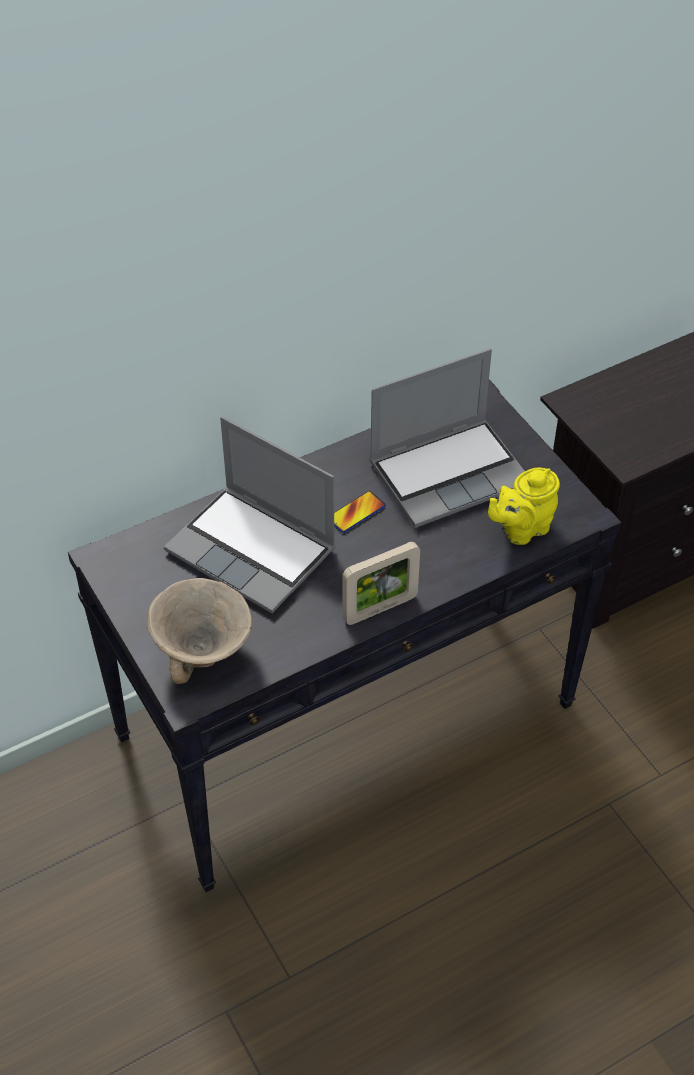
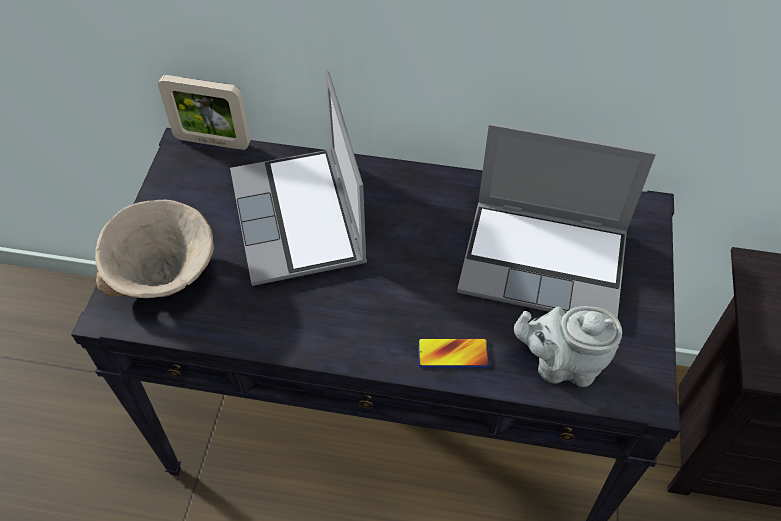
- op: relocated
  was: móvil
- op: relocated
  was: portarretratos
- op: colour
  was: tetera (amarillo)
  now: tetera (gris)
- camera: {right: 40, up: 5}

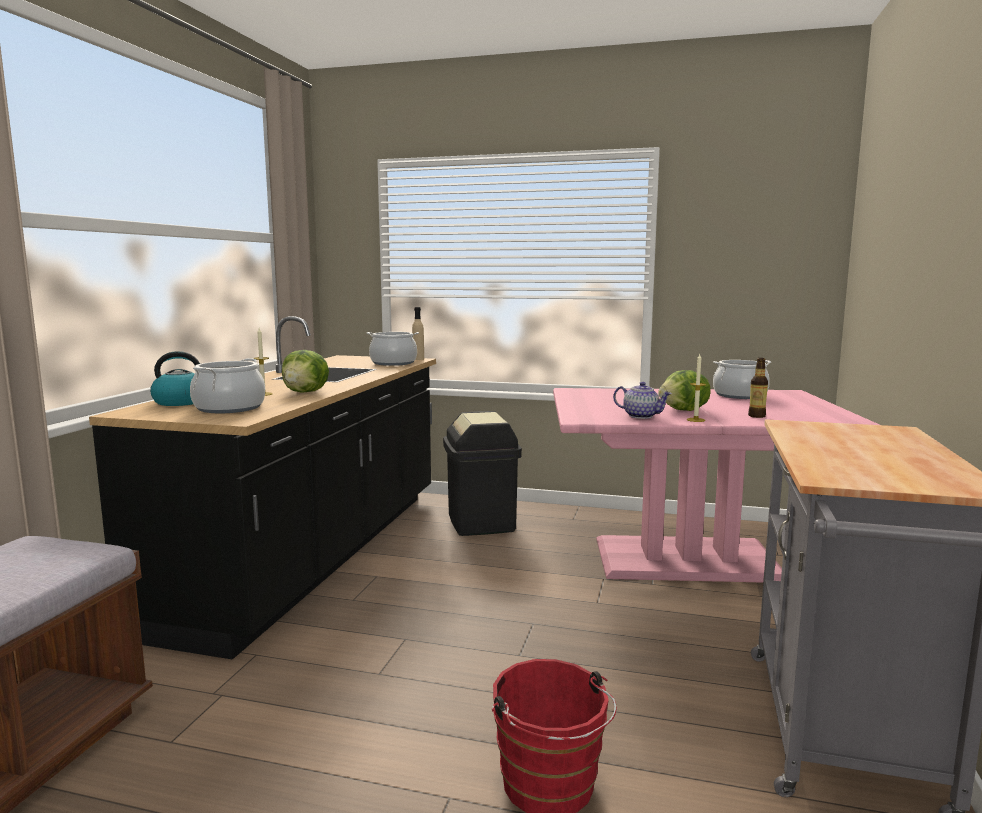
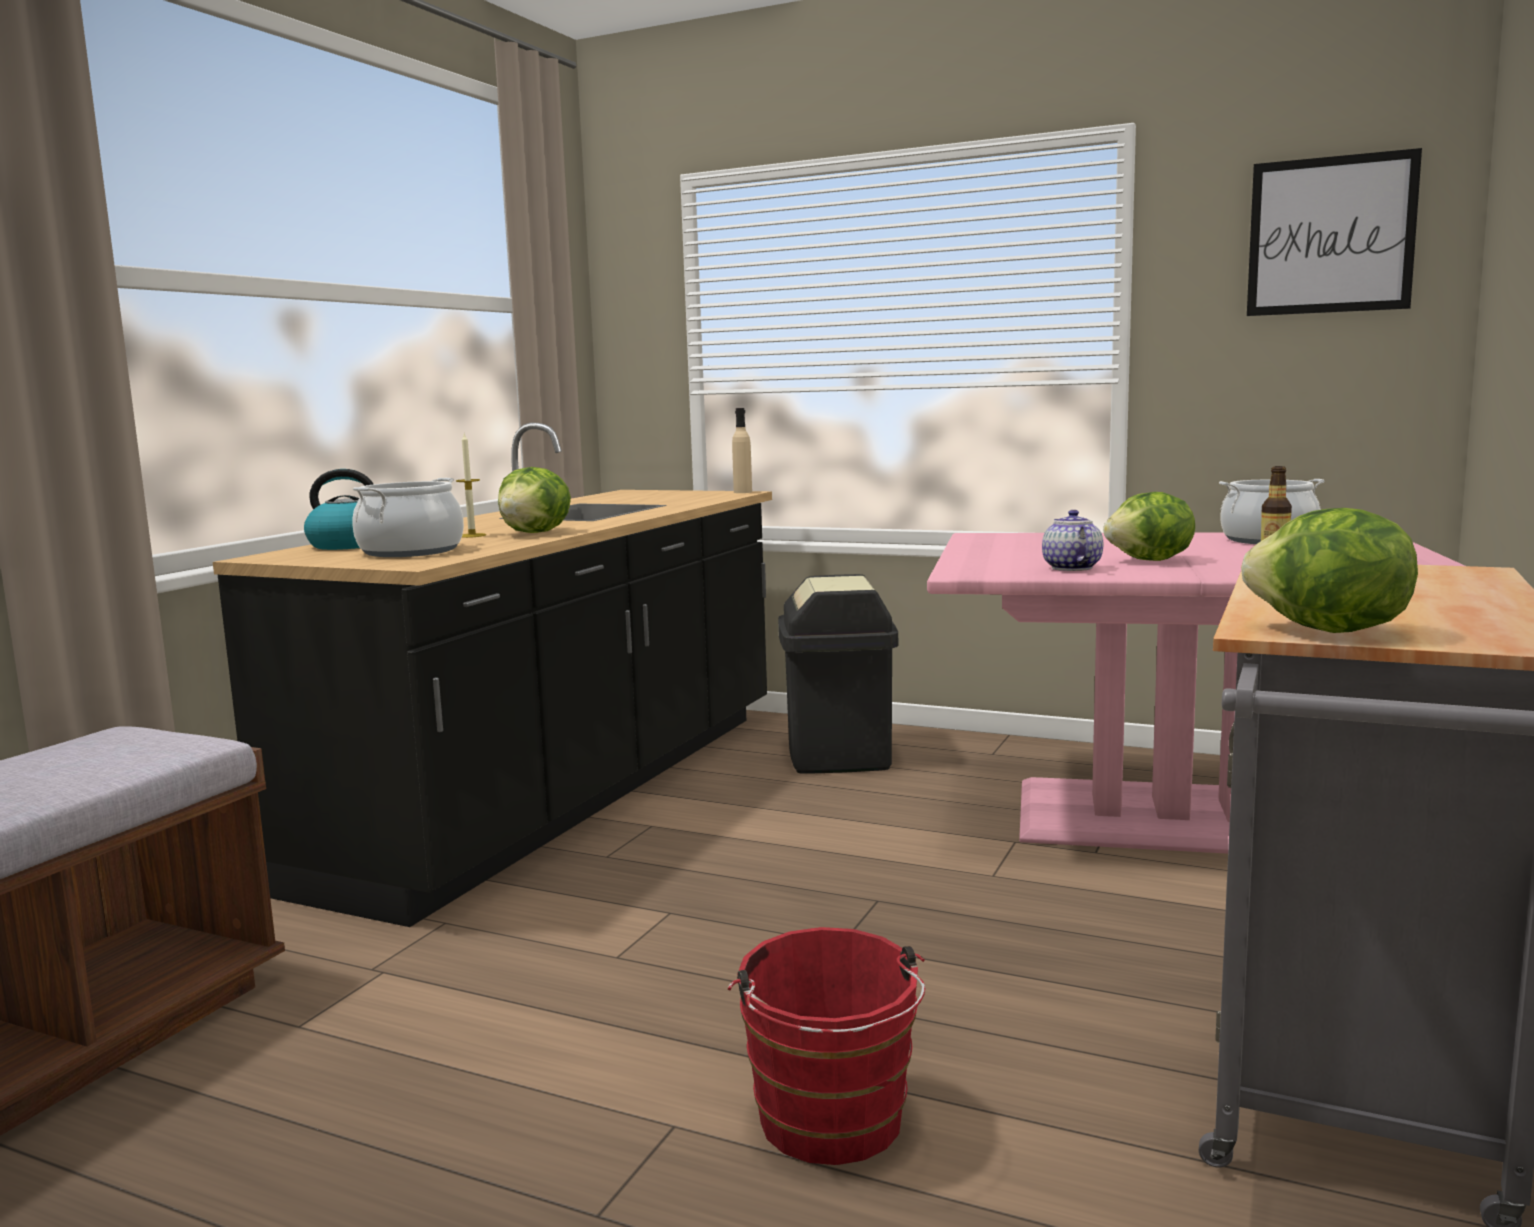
- op: missing
  was: olla (no. 2 from left)
- op: missing
  was: vela (no. 2 from left)
- op: appeared
  now: lechuga (no. 3 from left)
- op: appeared
  now: cuadro
- op: spun
  was: tetera
  clockwise: -135
- camera: {right: 10, up: 0}

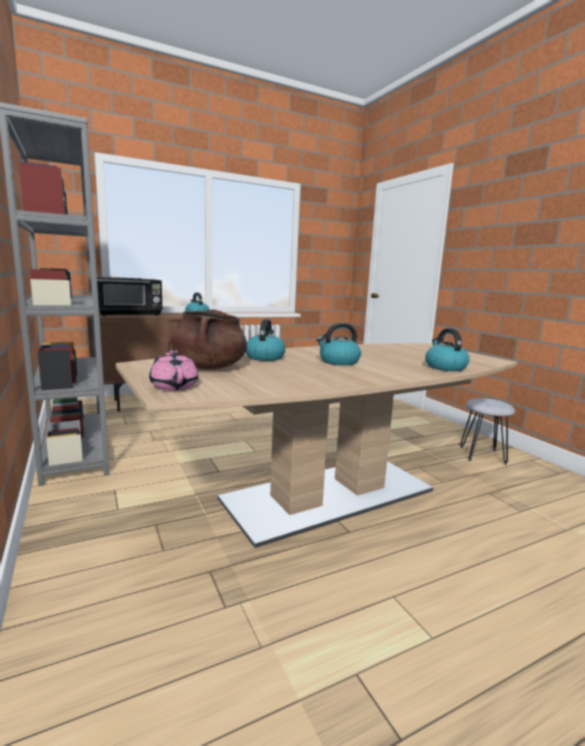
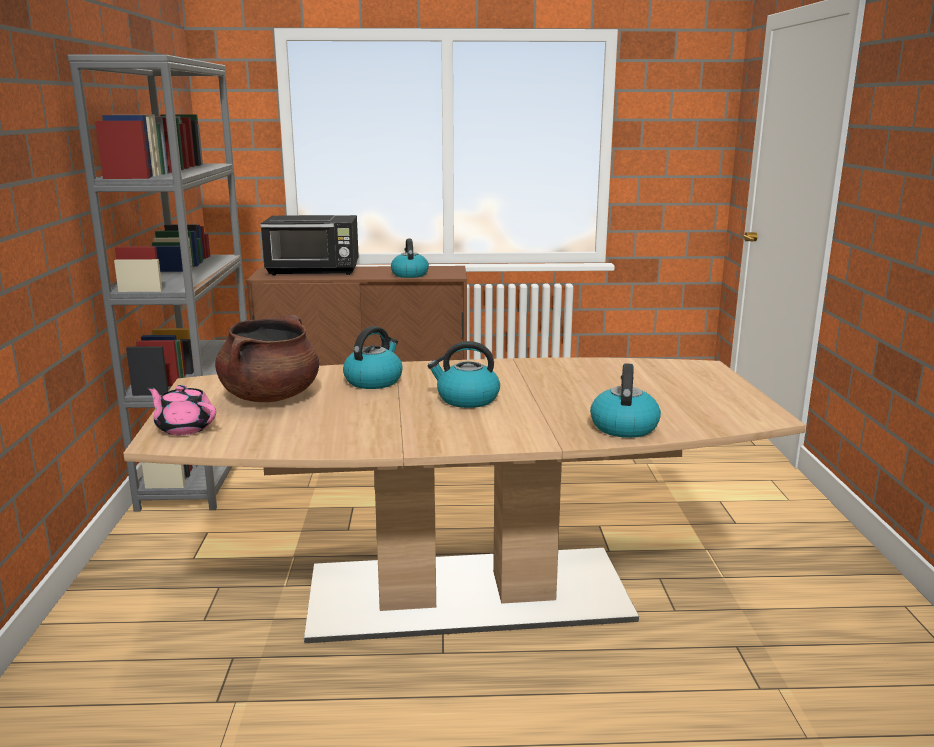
- op: missing
  was: taburete (gris)
- op: spun
  was: tetera (rosa)
  clockwise: -60
- camera: {right: 25, up: 5}

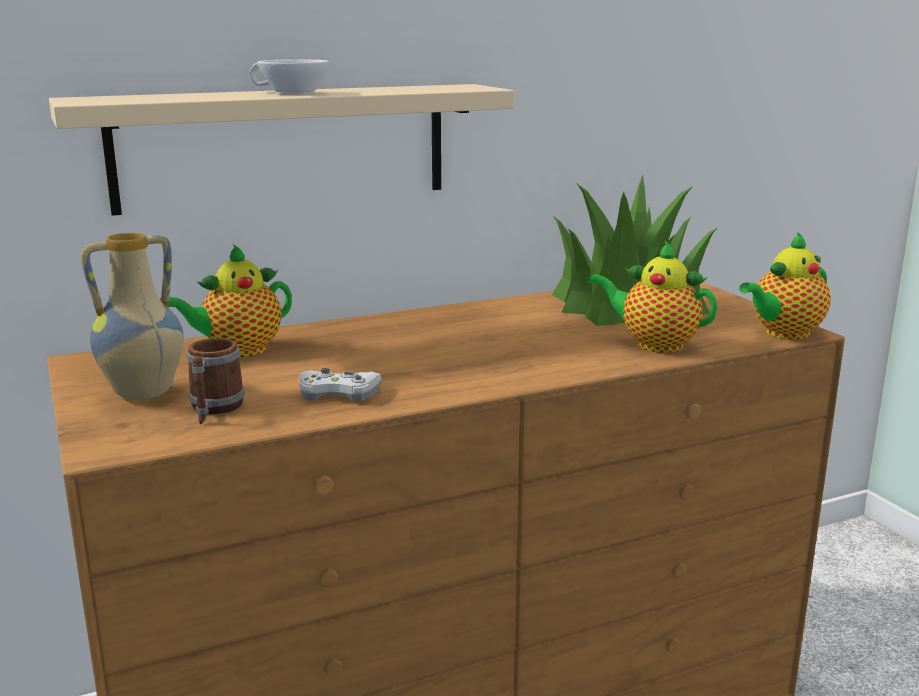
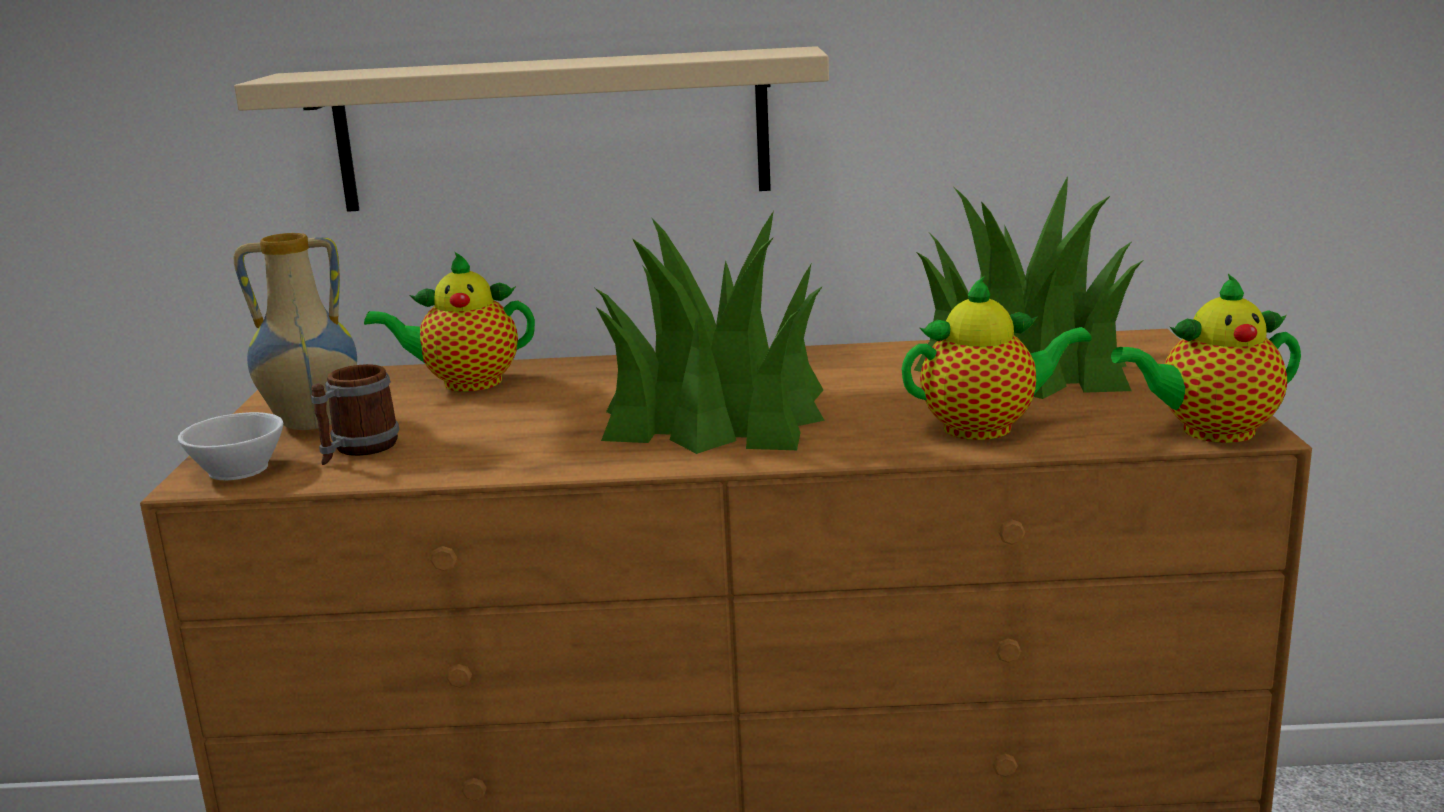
- op: missing
  was: mando de consola (blanco)
- op: appeared
  now: planta en maceta (no. 1 from left)
- op: relocated
  was: taza (blanco)
- op: spun
  was: tetera (no. 2 from left)
  clockwise: 120
- camera: {right: 25, up: 0}

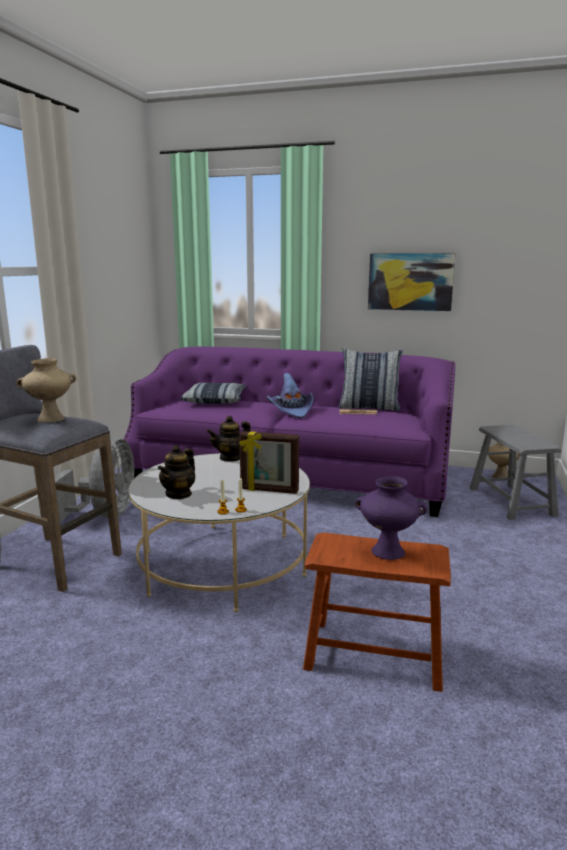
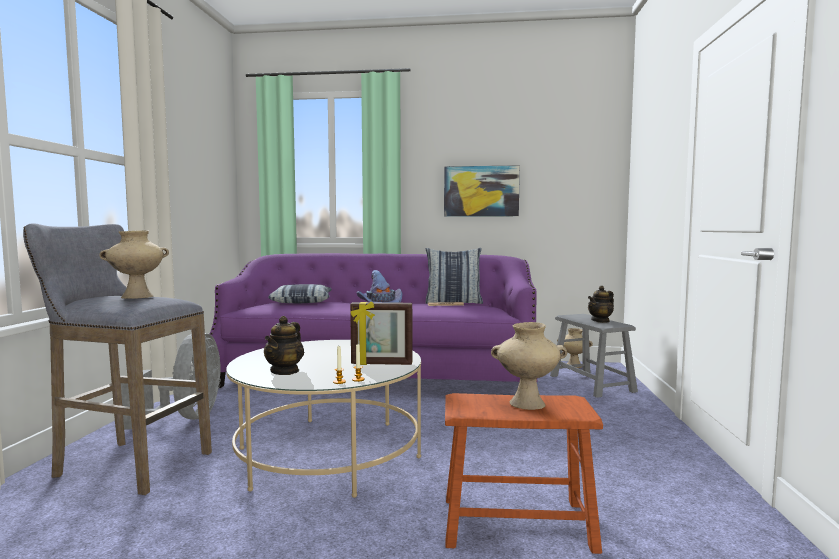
- op: relocated
  was: tetera (no. 2 from left)
- op: colour
  was: florero (morado)
  now: florero (beis) (no. 2 from left)
- camera: {right: -10, up: -10}

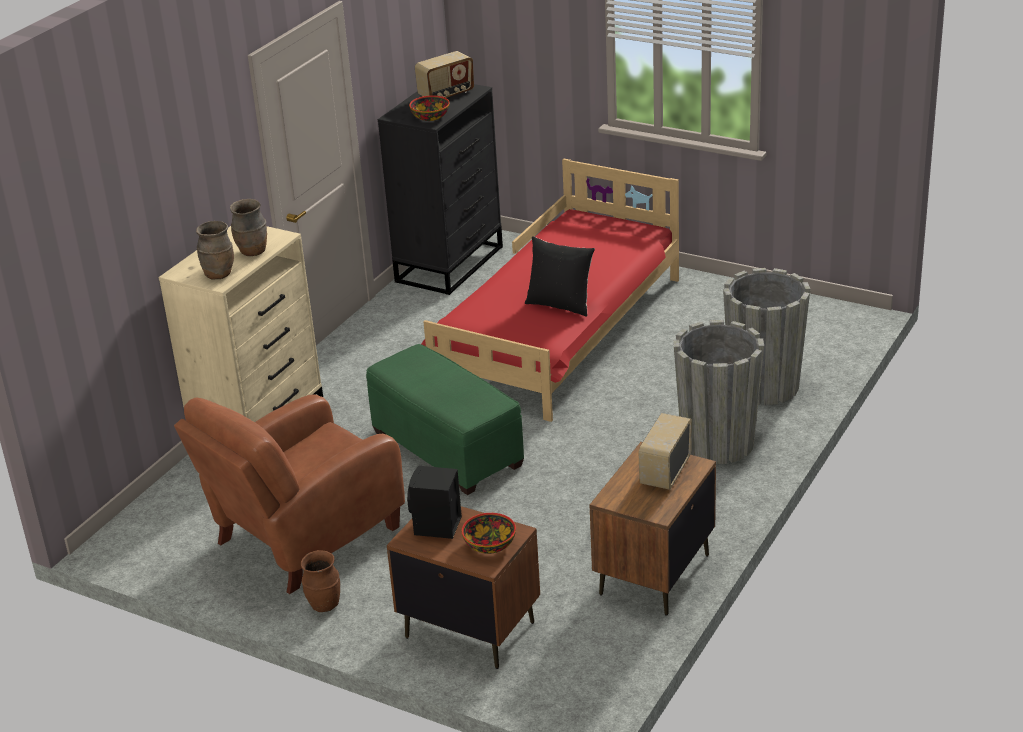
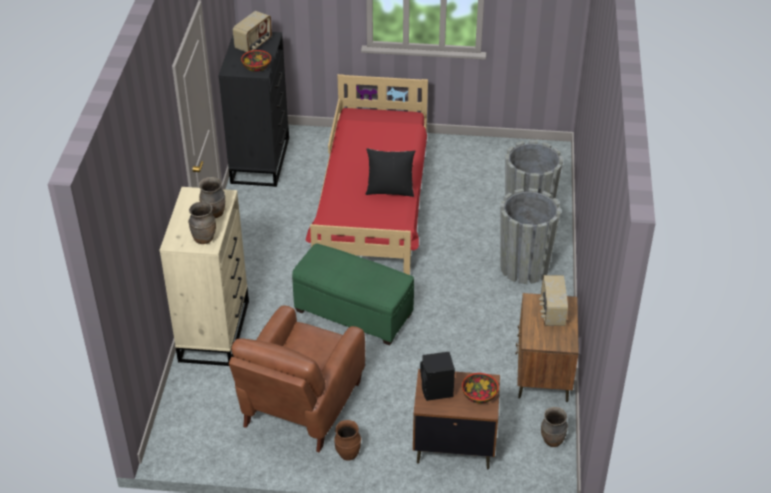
- op: appeared
  now: florero (marrón) (no. 4 from left)
- camera: {right: -25, up: 10}

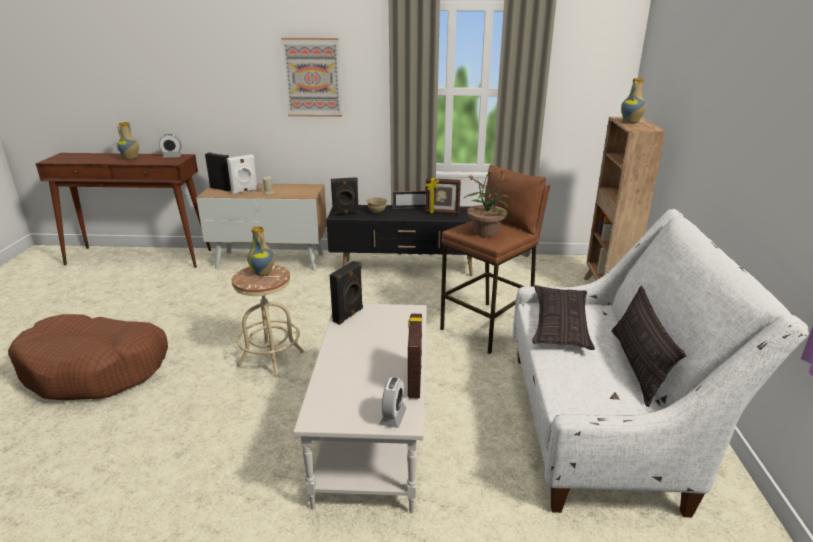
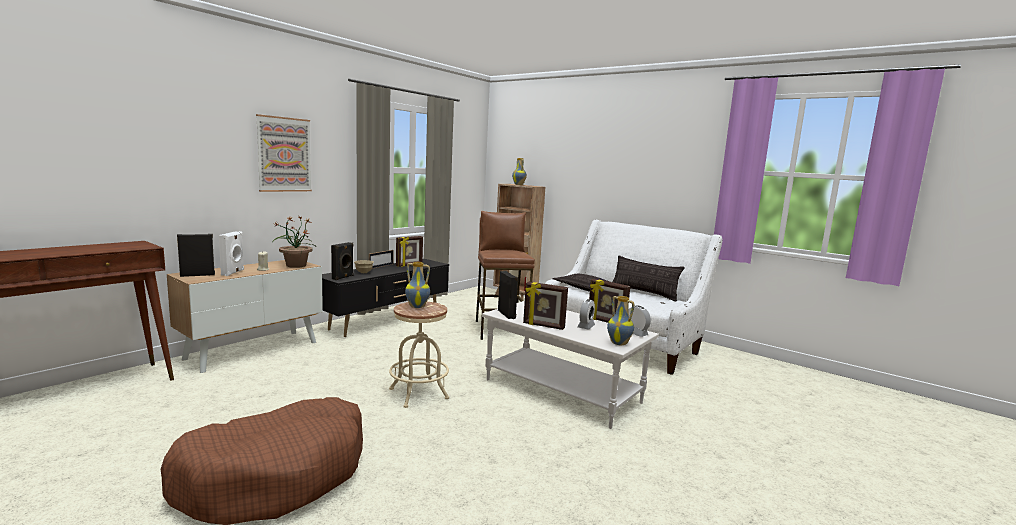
- op: appeared
  now: portarretratos (no. 3 from left)
- op: relocated
  was: florero (no. 1 from left in the first image)
  now: florero (no. 3 from left)
- op: relocated
  was: despertador (no. 1 from left)
- op: relocated
  was: planta en maceta
- camera: {right: -55, up: -15}

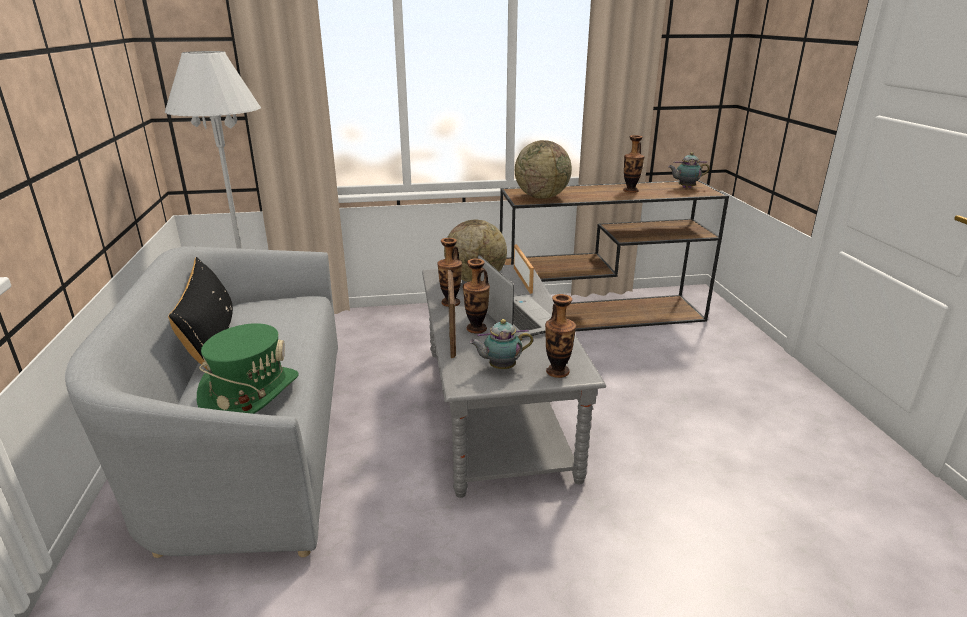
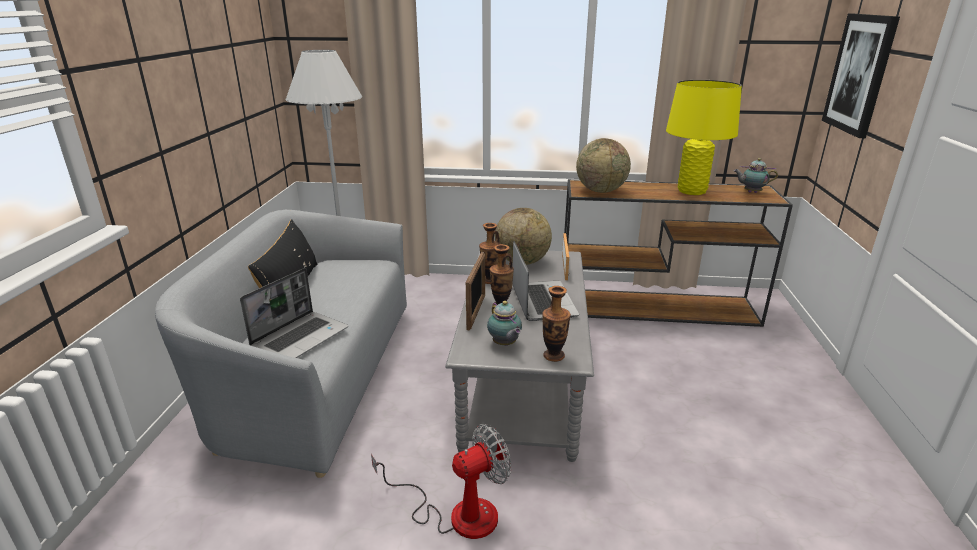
- op: appeared
  now: ventilador
- op: appeared
  now: cuadro
- op: exchanged
  was: sombrero (verde)
  now: portátil (no. 1 from left)
- op: exchanged
  was: florero (no. 4 from left)
  now: lámpara de mesa (amarillo)
- op: spun
  was: tetera (no. 1 from left)
  clockwise: -120
- camera: {right: 15, up: 0}

